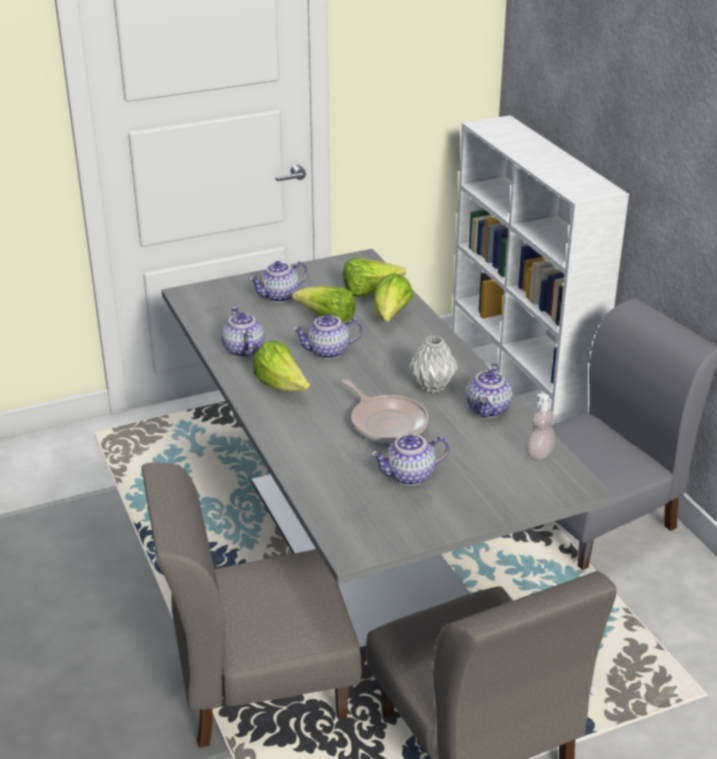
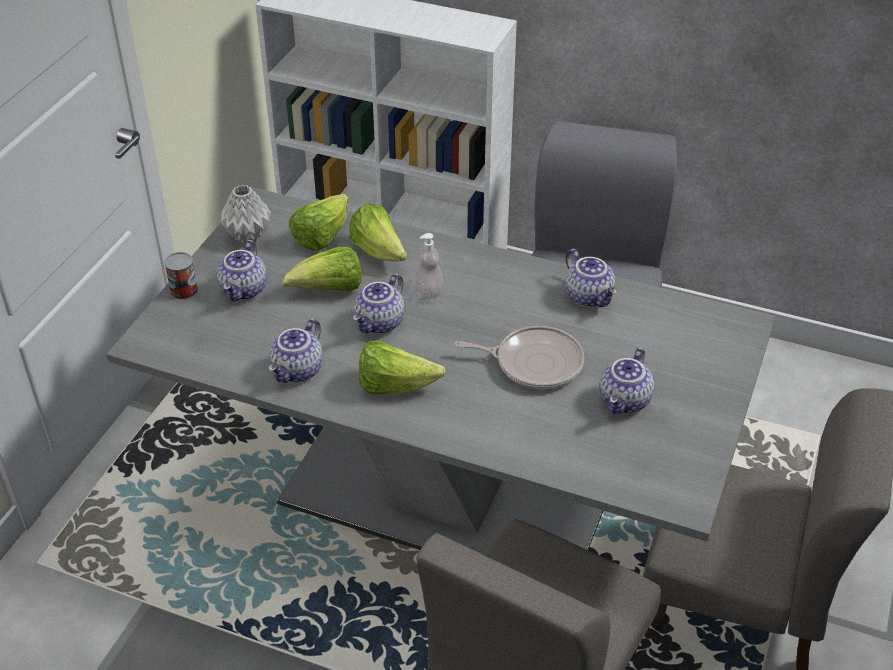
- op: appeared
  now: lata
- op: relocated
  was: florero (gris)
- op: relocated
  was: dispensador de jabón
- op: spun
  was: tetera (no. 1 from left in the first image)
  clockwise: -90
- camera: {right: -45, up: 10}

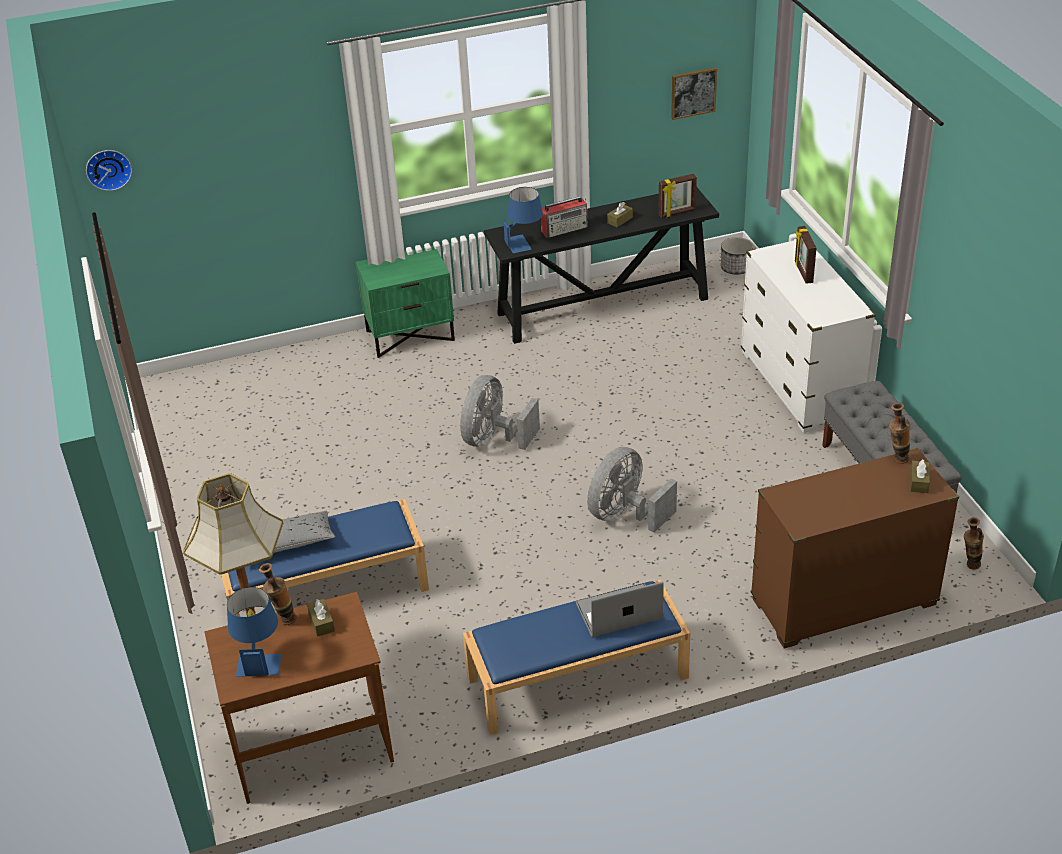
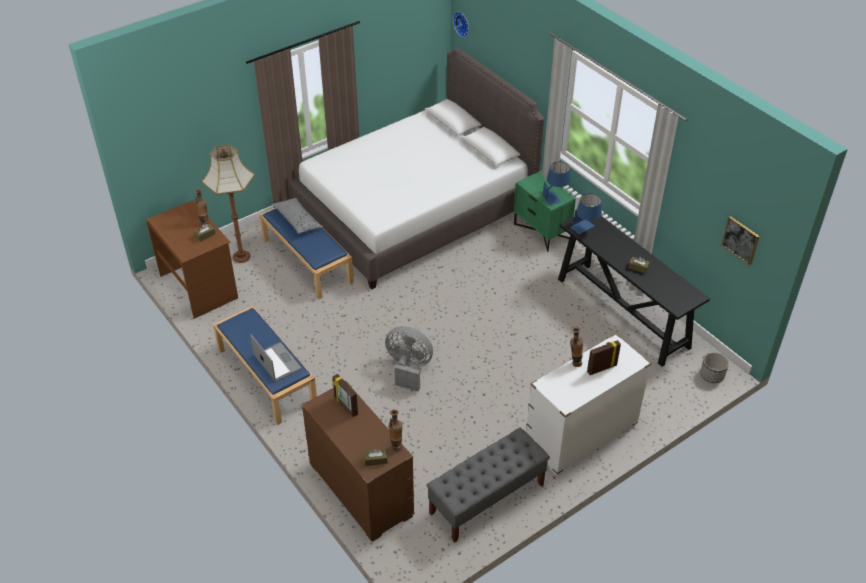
- op: missing
  was: ventilador (gris) (no. 1 from left)
- op: missing
  was: radio
- op: appeared
  now: cama (blanco)
- op: relocated
  was: lámpara de mesa (azul) (no. 1 from left)
- op: relocated
  was: portarretratos (no. 1 from left)
- op: relocated
  was: florero (no. 3 from left)
- camera: {right: 70, up: 5}

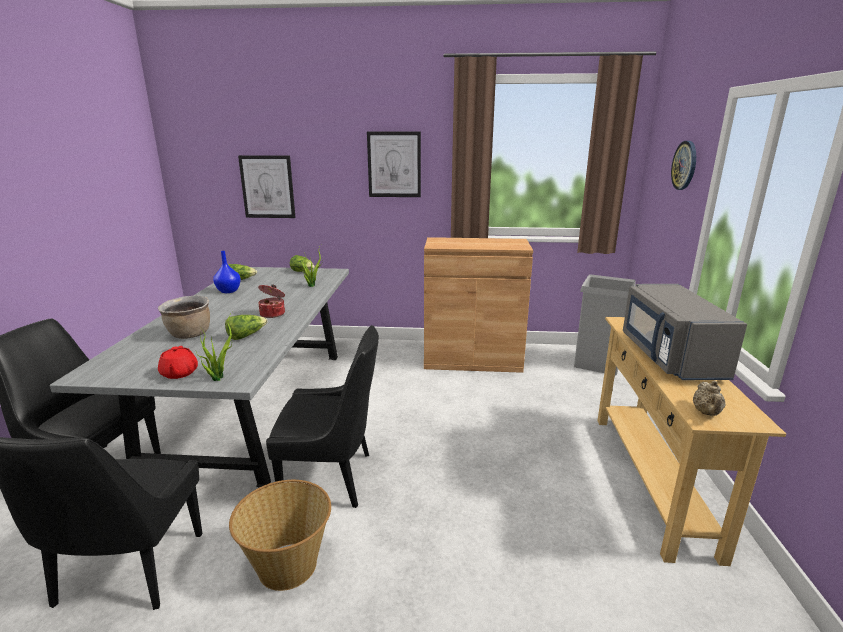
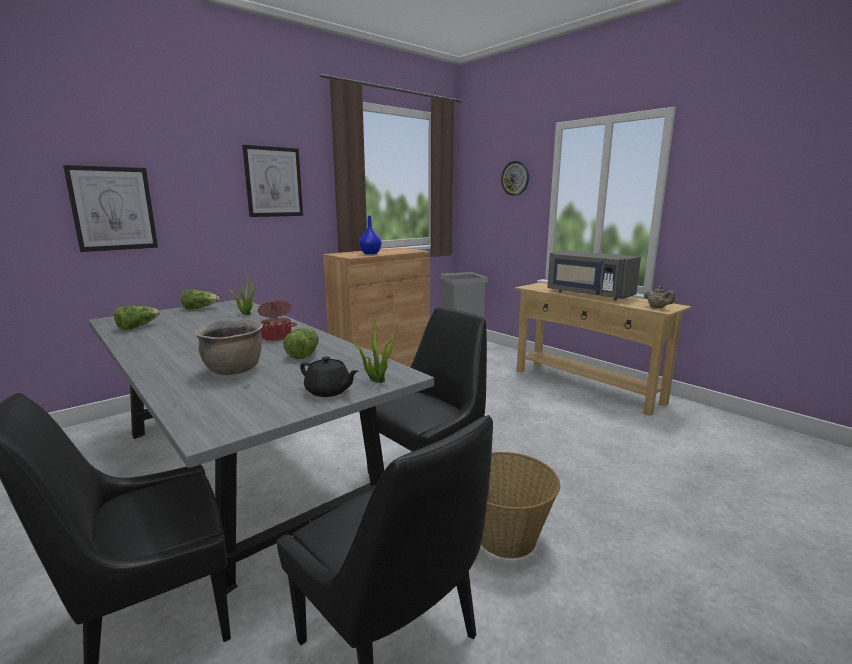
- op: relocated
  was: florero (azul)
- op: colour
  was: tetera (rojo)
  now: tetera (negro)
- camera: {right: -45, up: -5}

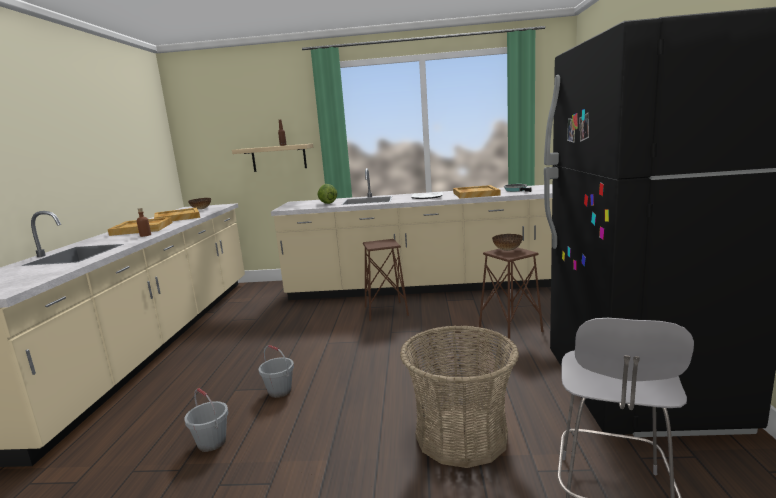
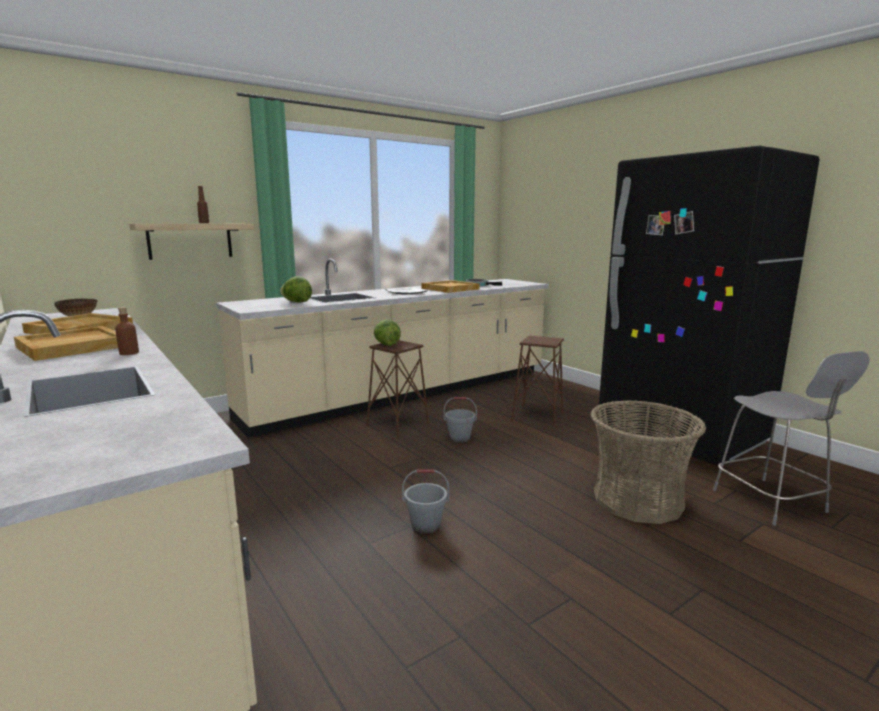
- op: missing
  was: cuenco (no. 2 from left)
- op: appeared
  now: lechuga (no. 2 from left)
- op: relocated
  was: cubo (gris) (no. 1 from left in the first image)
  now: cubo (gris) (no. 2 from left)
- camera: {right: -40, up: 0}

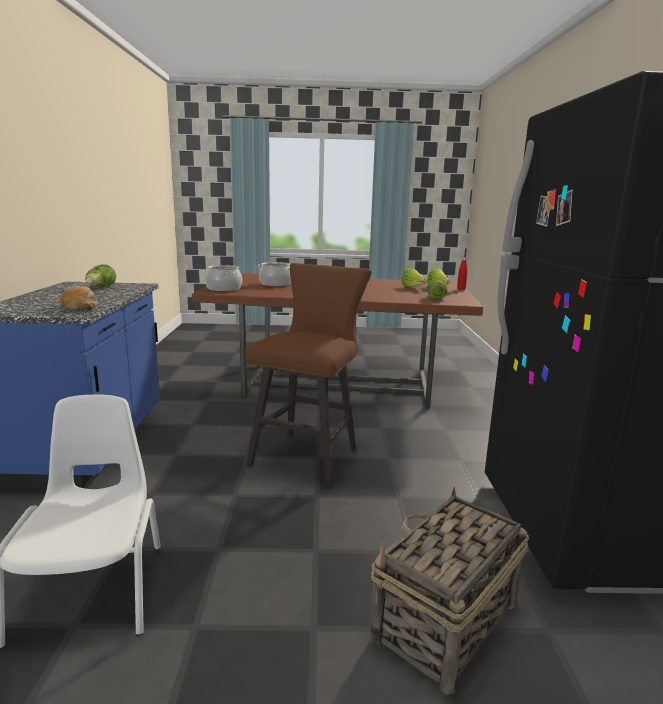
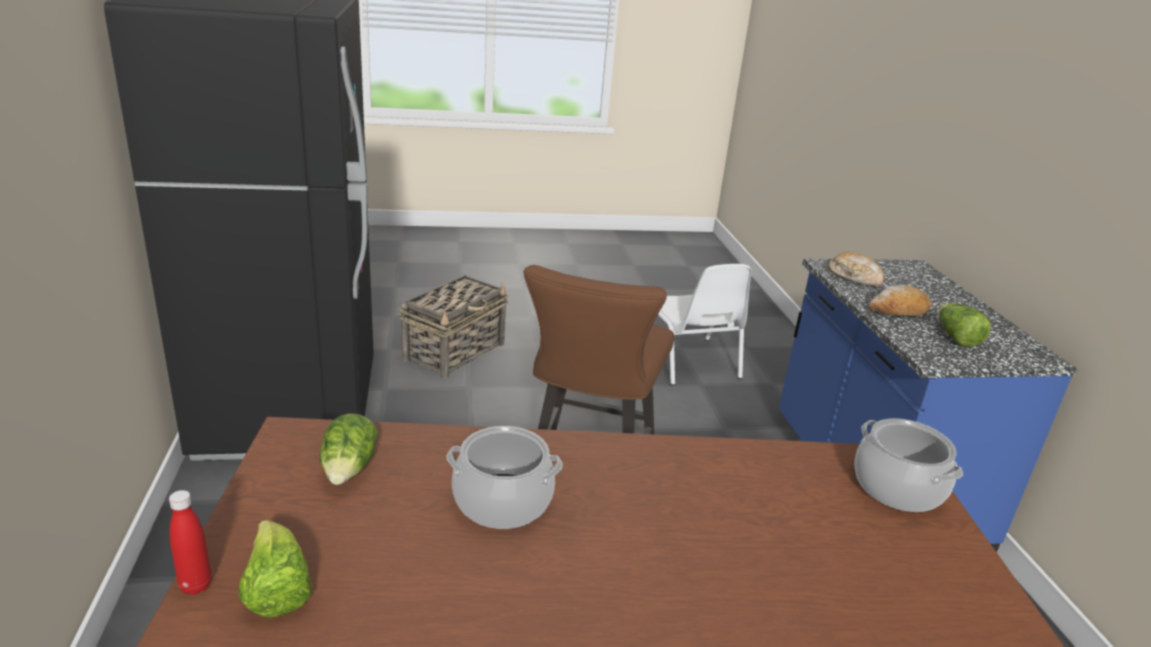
- op: missing
  was: lechuga (no. 2 from left)
- op: appeared
  now: pan (no. 2 from left)
- op: relocated
  was: olla (no. 2 from left in the first image)
  now: olla (no. 1 from left)
- camera: {right: 170, up: 10}

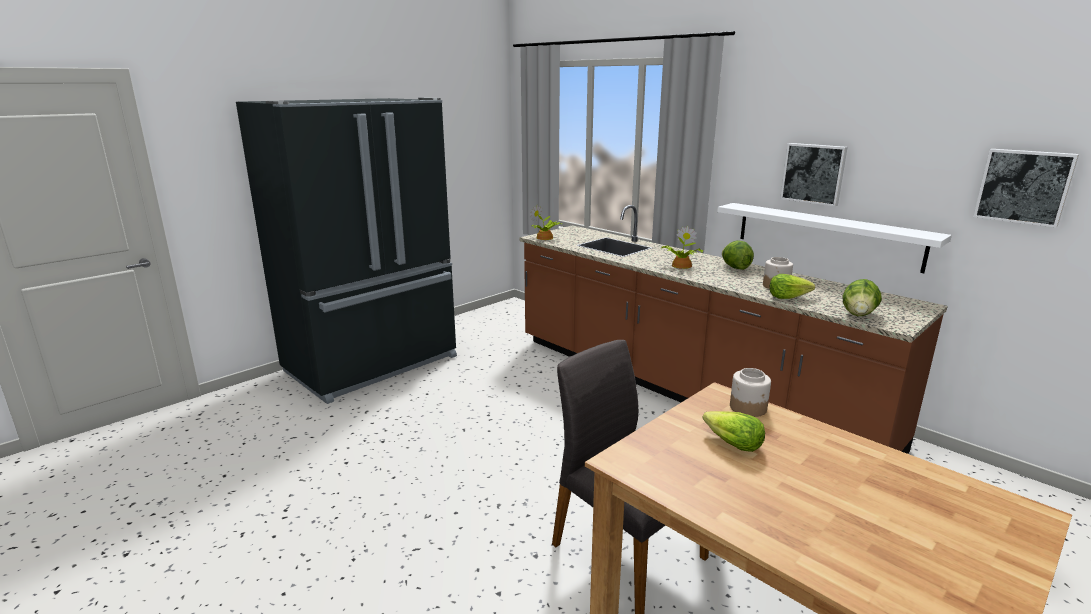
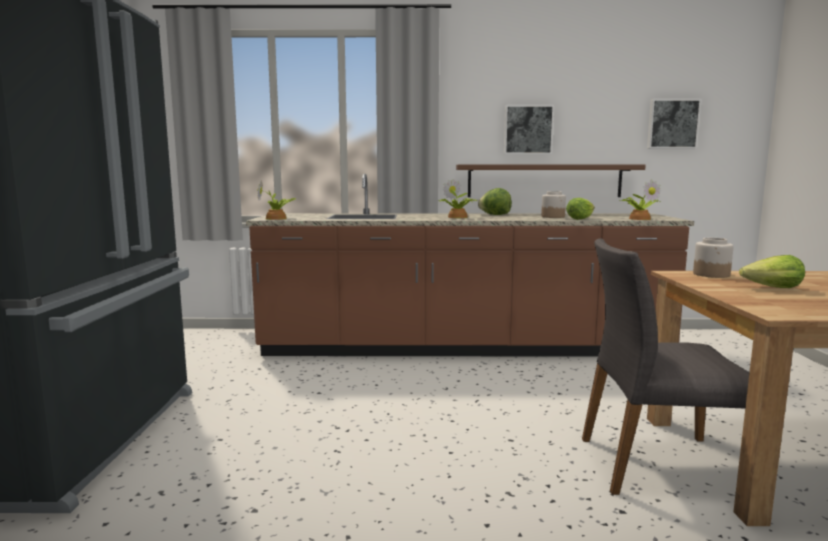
- op: exchanged
  was: lechuga (no. 4 from left)
  now: planta en maceta (no. 3 from left)
- op: colour
  was: estante (blanco)
  now: estante (marrón)
- camera: {right: -45, up: -10}

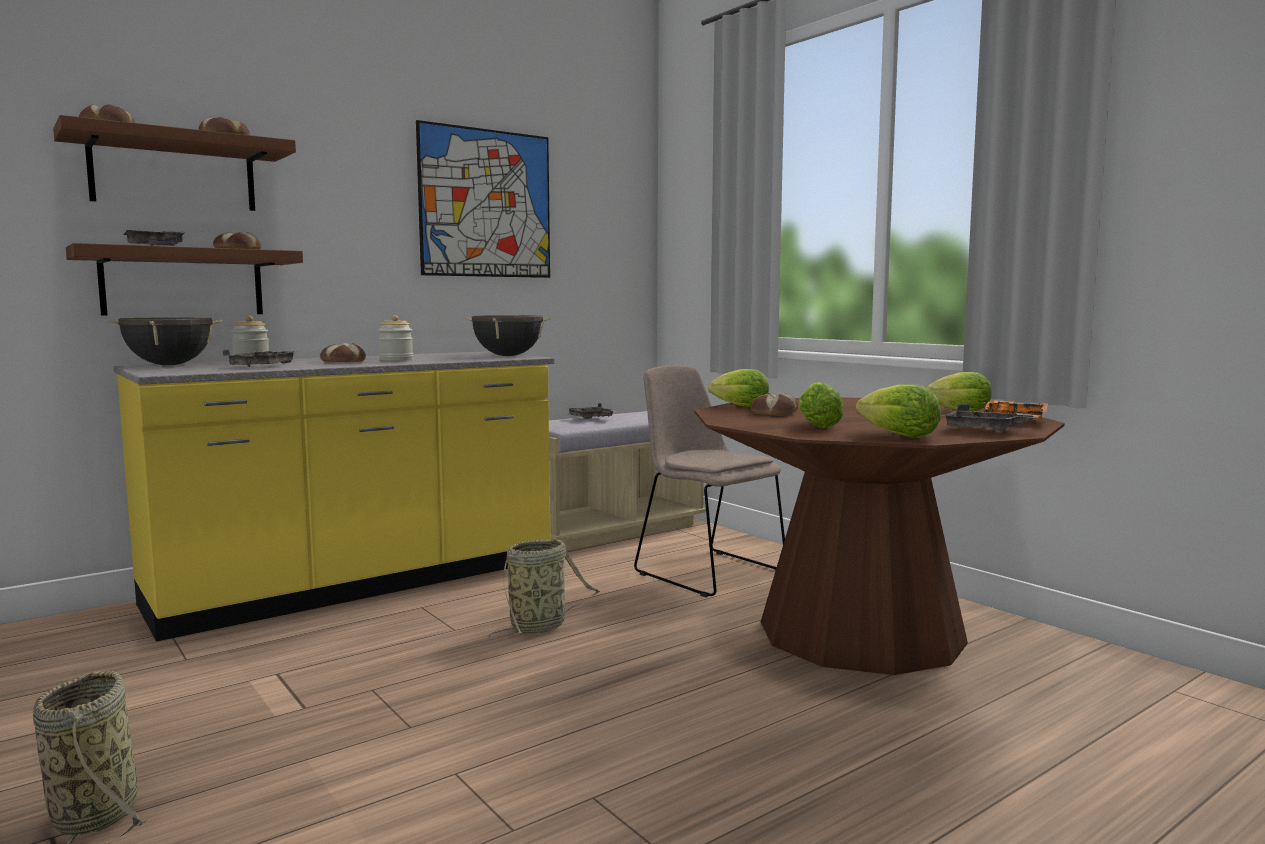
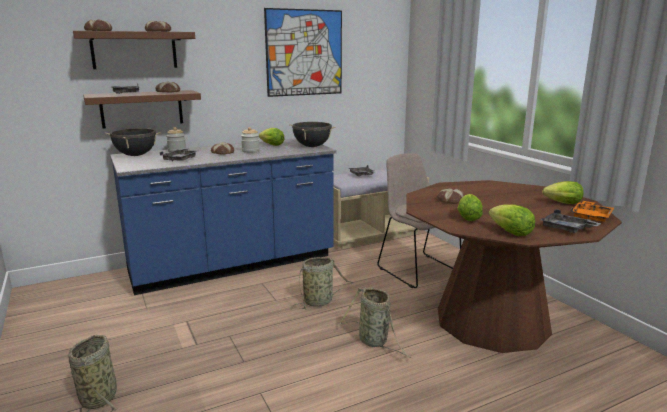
- op: appeared
  now: cesta (no. 3 from left)
- op: relocated
  was: lechuga (no. 1 from left)
- op: colour
  was: mueble bajo de cocina (amarillo)
  now: mueble bajo de cocina (azul)
- camera: {right: 10, up: 10}

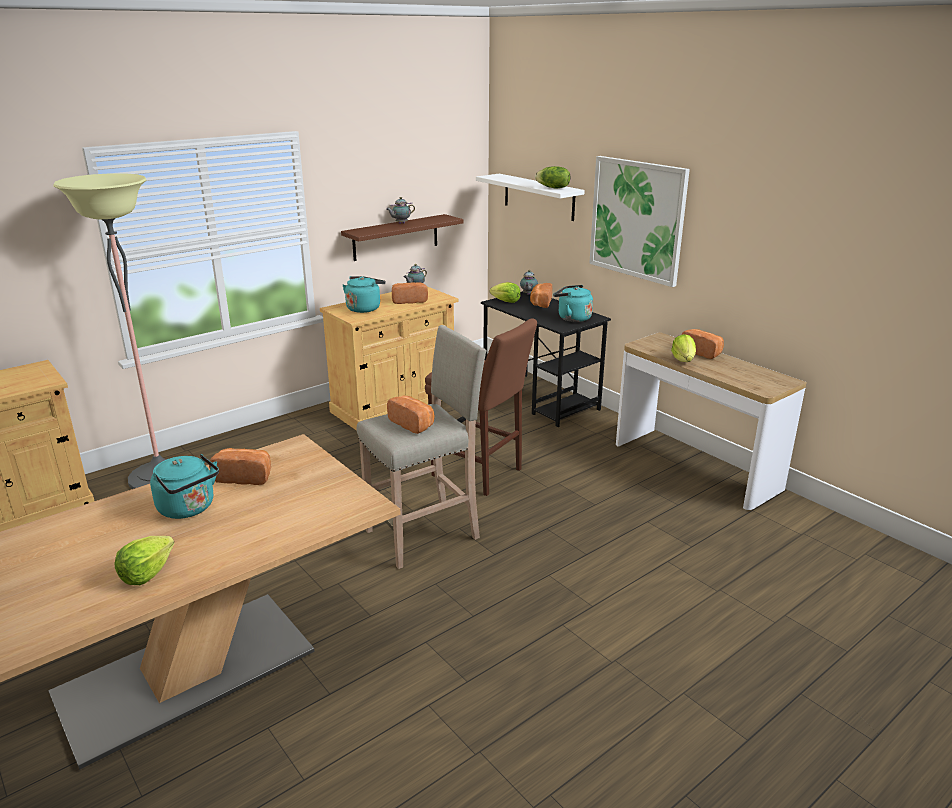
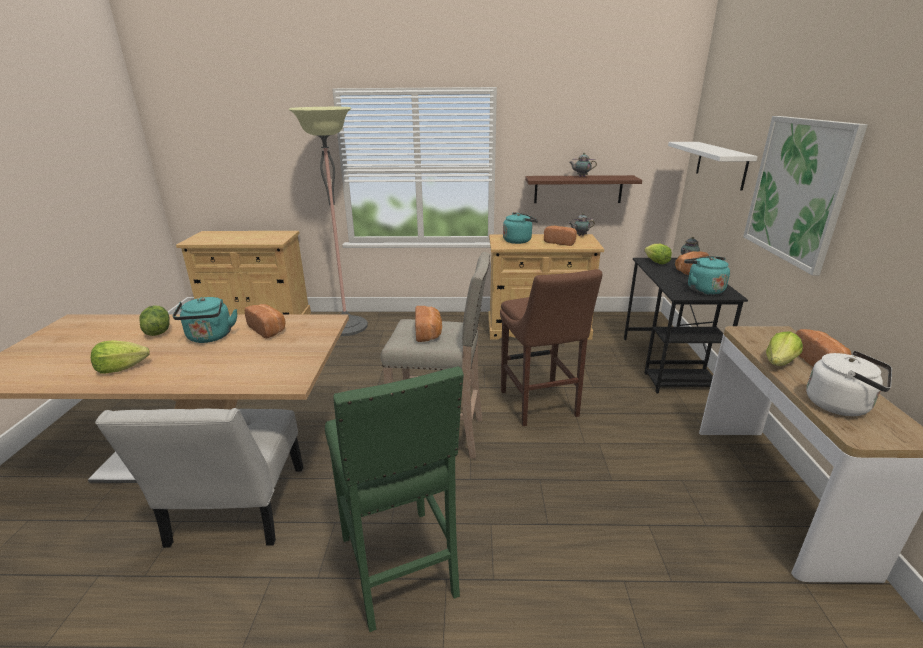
- op: appeared
  now: silla (blanco)
- op: appeared
  now: taburete (verde)
- op: appeared
  now: hervidor (blanco)
- op: relocated
  was: lechuga (no. 3 from left in the first image)
  now: lechuga (no. 2 from left)
- camera: {right: 40, up: 0}

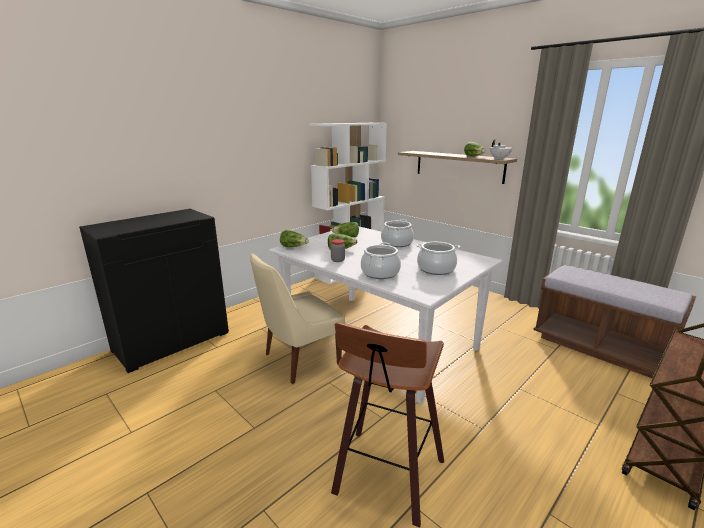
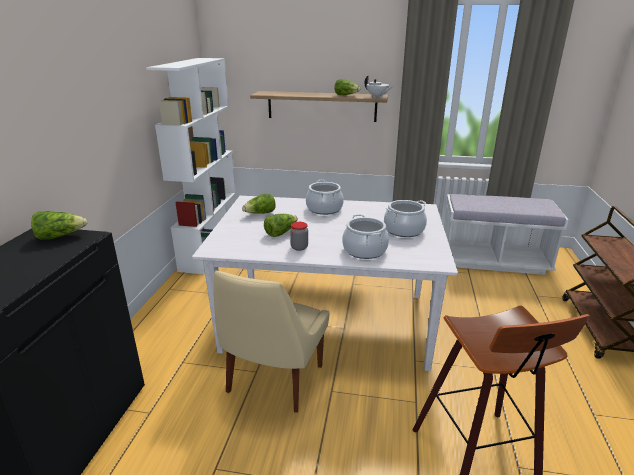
- op: relocated
  was: lechuga (no. 1 from left)
- op: colour
  was: banco (marrón)
  now: banco (blanco)
- camera: {right: -35, up: 5}

